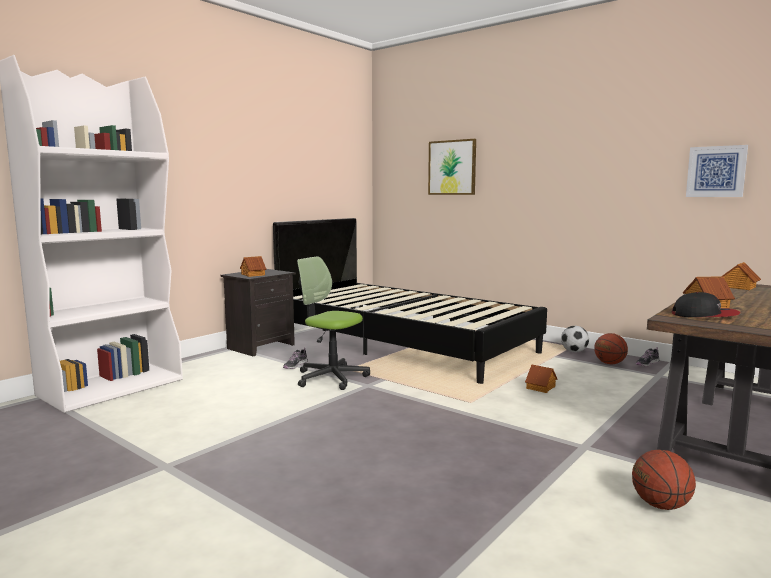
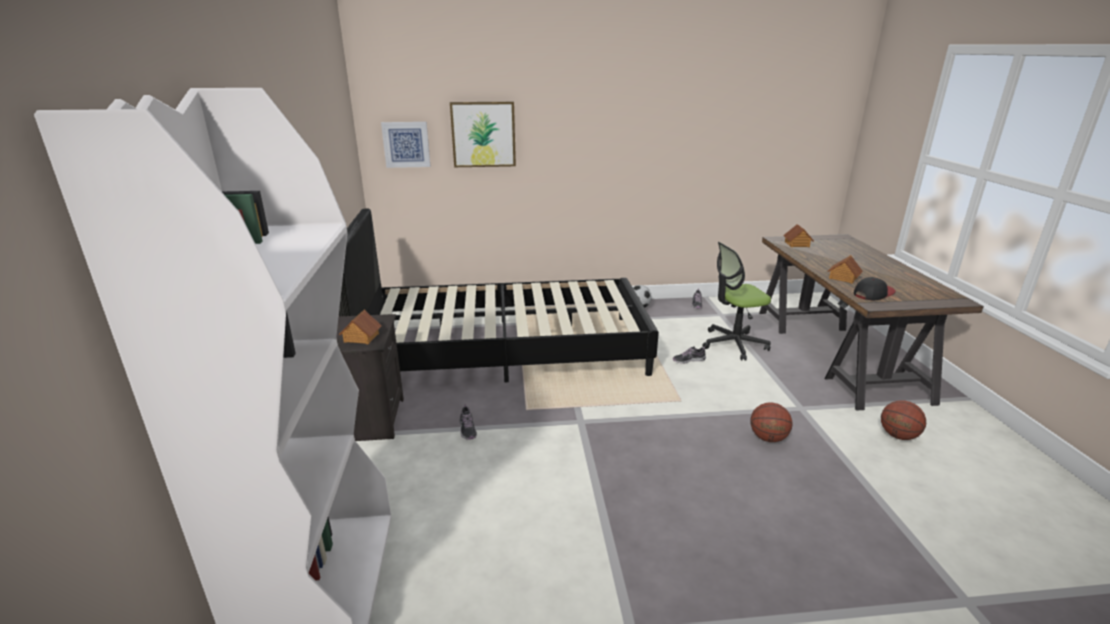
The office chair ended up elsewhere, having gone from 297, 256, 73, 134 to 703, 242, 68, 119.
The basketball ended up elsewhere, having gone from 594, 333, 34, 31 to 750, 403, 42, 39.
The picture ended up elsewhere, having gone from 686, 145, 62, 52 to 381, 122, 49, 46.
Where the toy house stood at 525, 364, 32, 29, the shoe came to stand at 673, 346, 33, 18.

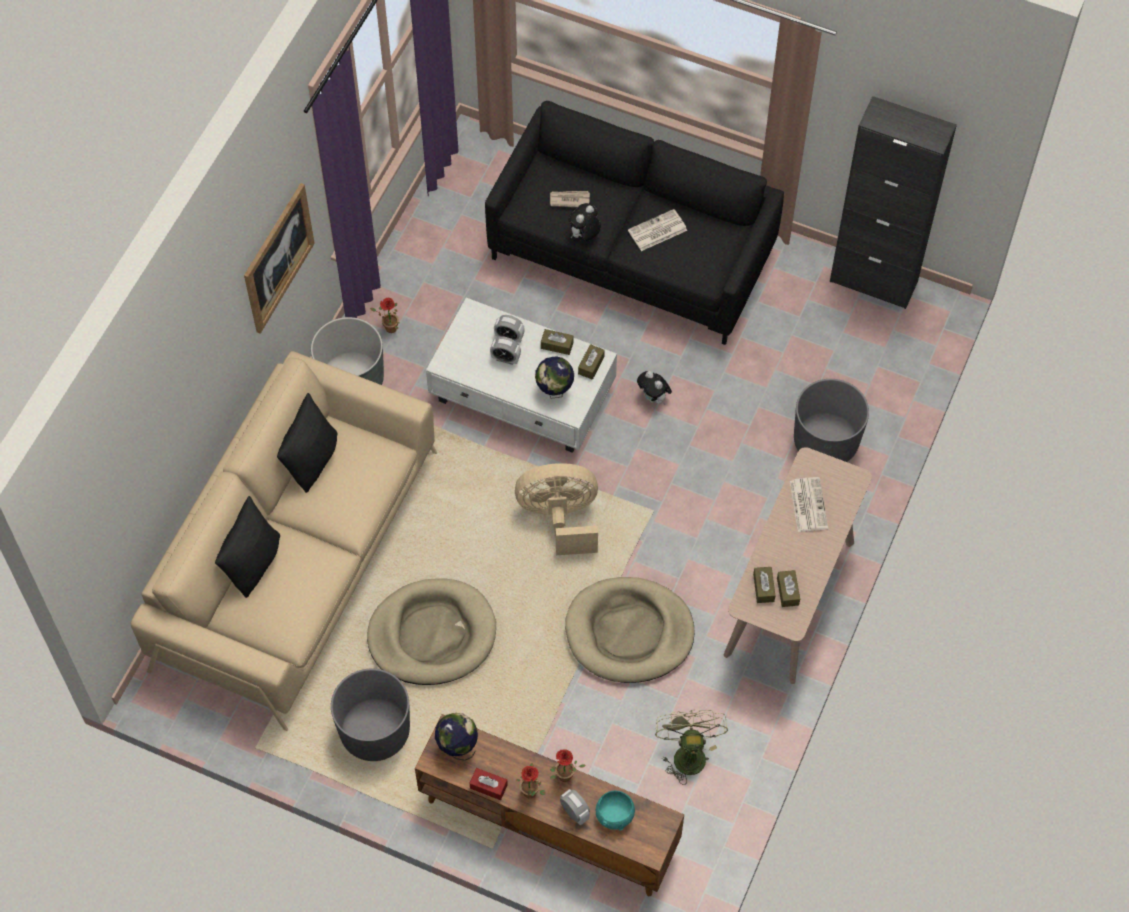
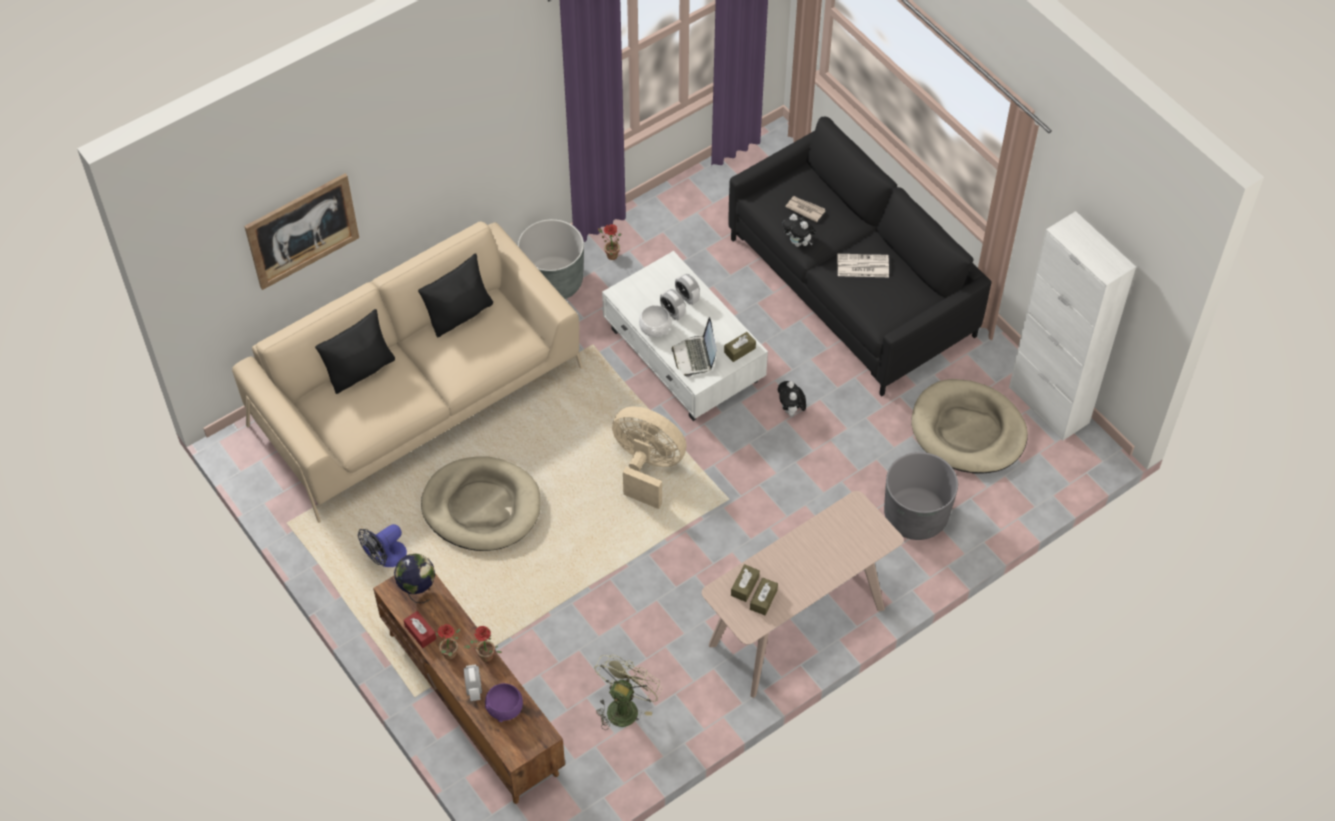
The second view lost the tissue box (brown) at 541, 329, 33, 26.
The second view lost the newspaper at 790, 477, 38, 55.
The second view gained the bowl (white) at 639, 305, 32, 32.
The picture ended up elsewhere, having gone from 244, 183, 71, 151 to 244, 173, 115, 117.
The dog bed (beige) ended up elsewhere, having gone from 565, 577, 130, 106 to 912, 379, 116, 95.
Where the planter (grey) stood at 331, 669, 79, 92, the fan came to stand at 358, 524, 49, 43.
Where the globe stood at 535, 356, 39, 43, the laptop came to stand at 672, 317, 44, 60.
What was the bowl (turquoise) at 596, 791, 39, 40 turned into the bowl (purple) at 485, 683, 38, 39.
What was the cabinet (black) at 830, 96, 127, 213 turned into the cabinet (white) at 1009, 211, 127, 230.
The plush toy at 568, 203, 33, 38 ended up facing another way, 120 degrees counterclockwise from before.

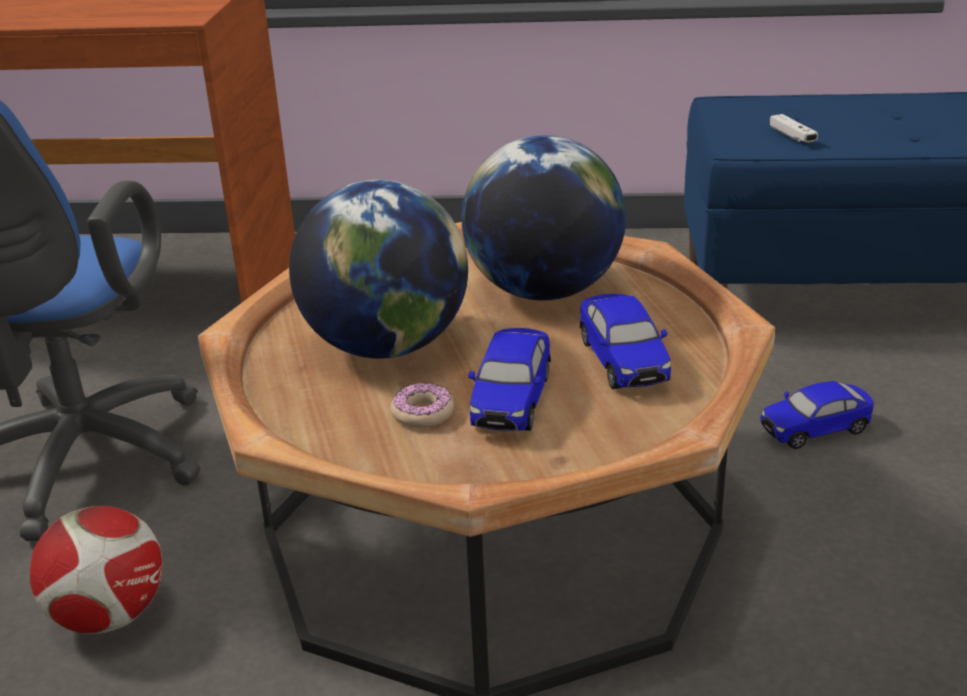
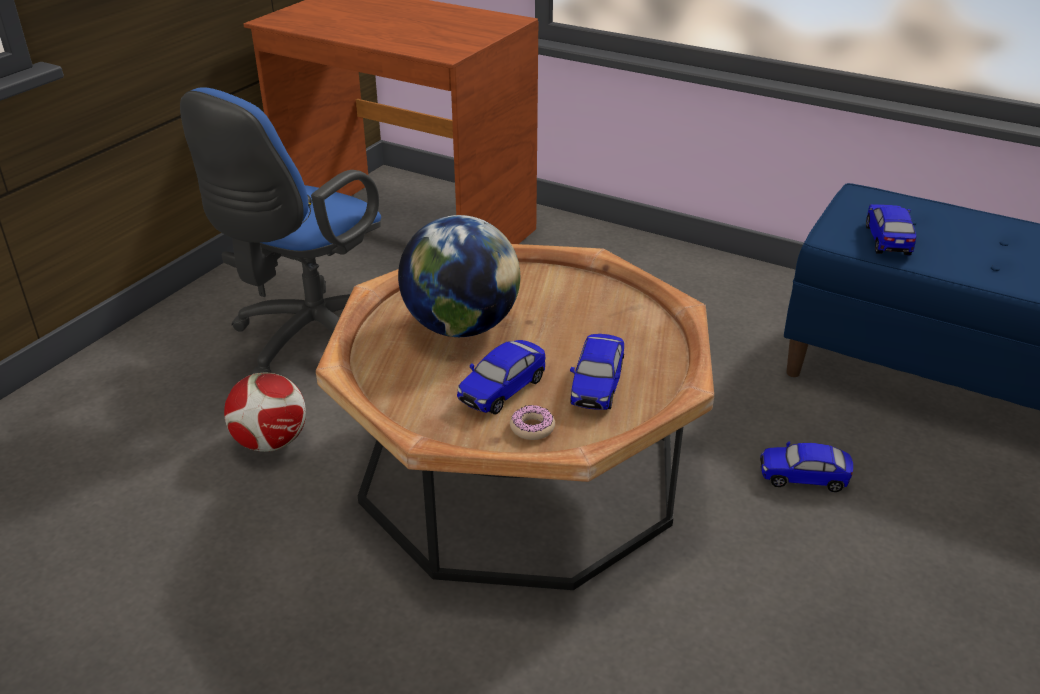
The second view lost the globe at 461, 135, 165, 166.
The donut ended up elsewhere, having gone from 391, 383, 63, 45 to 510, 405, 45, 35.
Where the game controller (white) stood at 770, 114, 48, 29, the toy car came to stand at 866, 204, 50, 51.

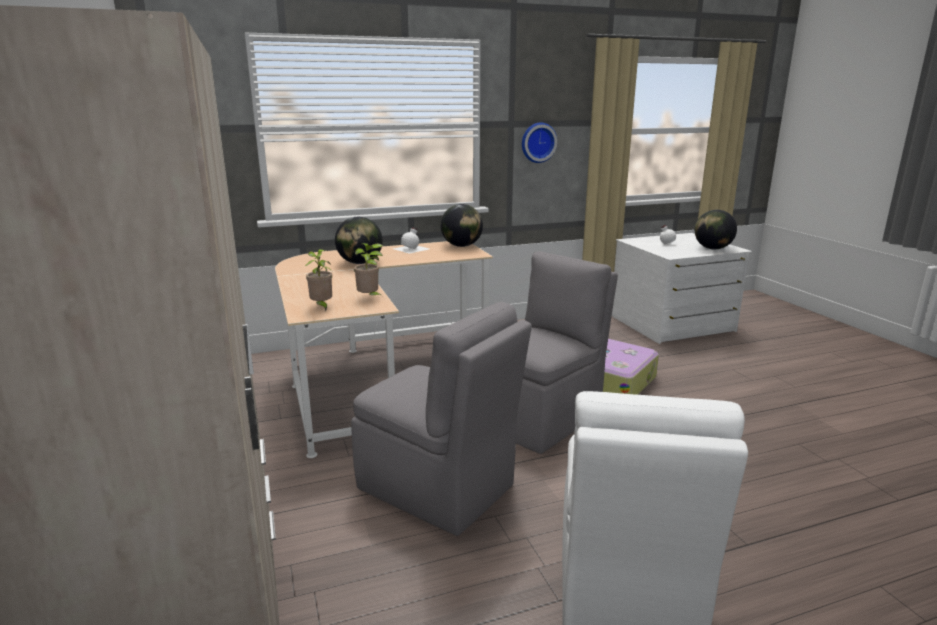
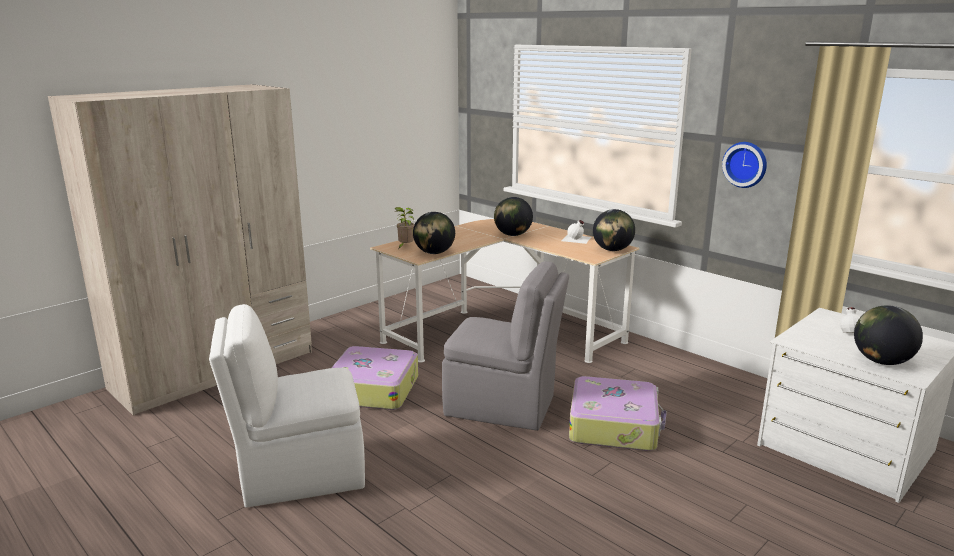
Where the chair (grey) stood at 351, 302, 181, 234, the suitcase came to stand at 332, 346, 86, 64.
Where the potted plant stood at 354, 243, 30, 55, the globe came to stand at 413, 212, 42, 42.

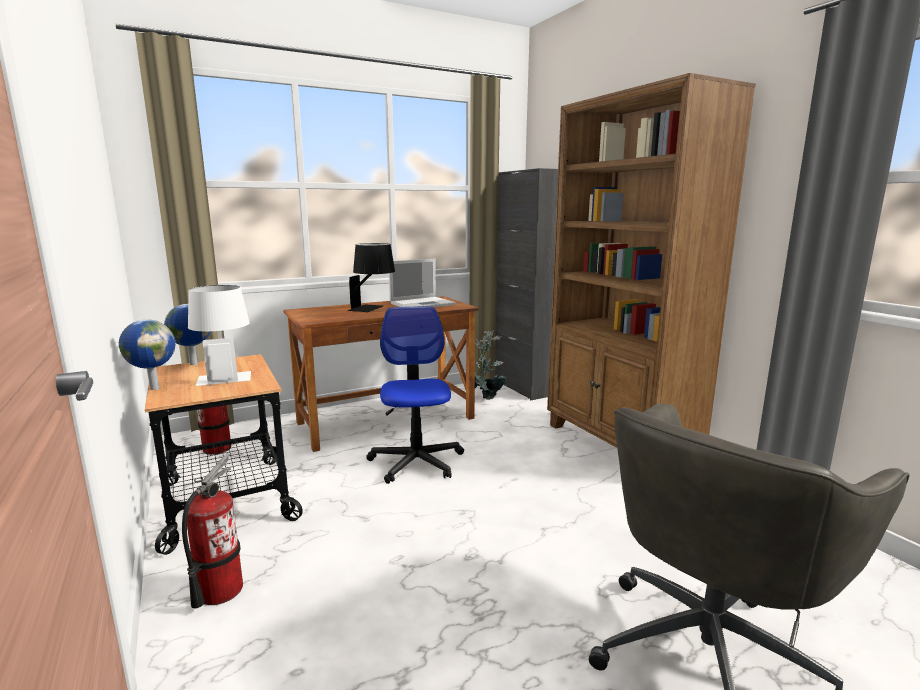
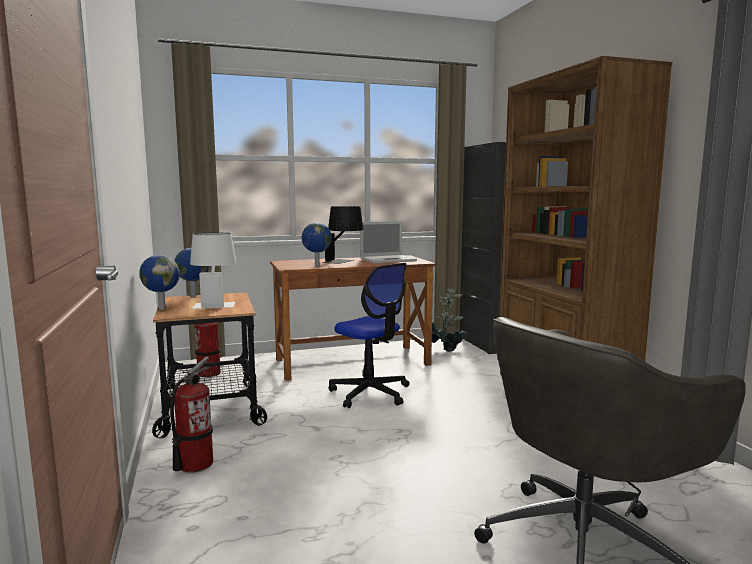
The second view gained the globe at 302, 222, 30, 45.
The office chair at 366, 306, 98, 178 ended up facing another way, 135 degrees clockwise from before.

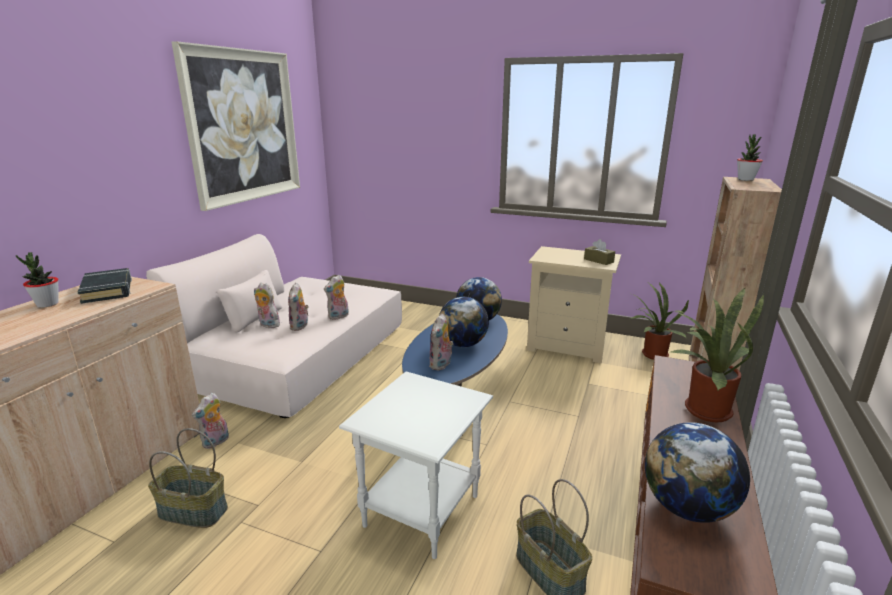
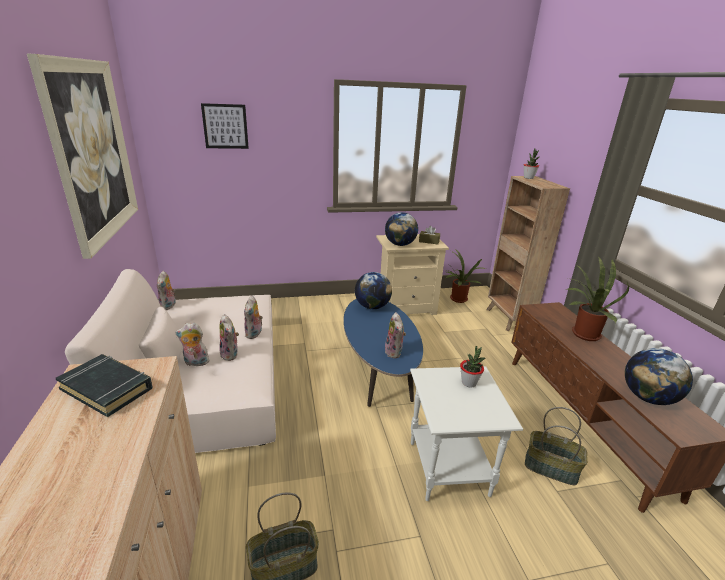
The second view gained the picture at 201, 103, 48, 46.
The potted plant ended up elsewhere, having gone from 16, 252, 43, 56 to 460, 346, 25, 41.
The plush toy ended up elsewhere, having gone from 192, 393, 37, 56 to 157, 271, 19, 39.
The globe ended up elsewhere, having gone from 439, 297, 50, 50 to 385, 212, 33, 34.

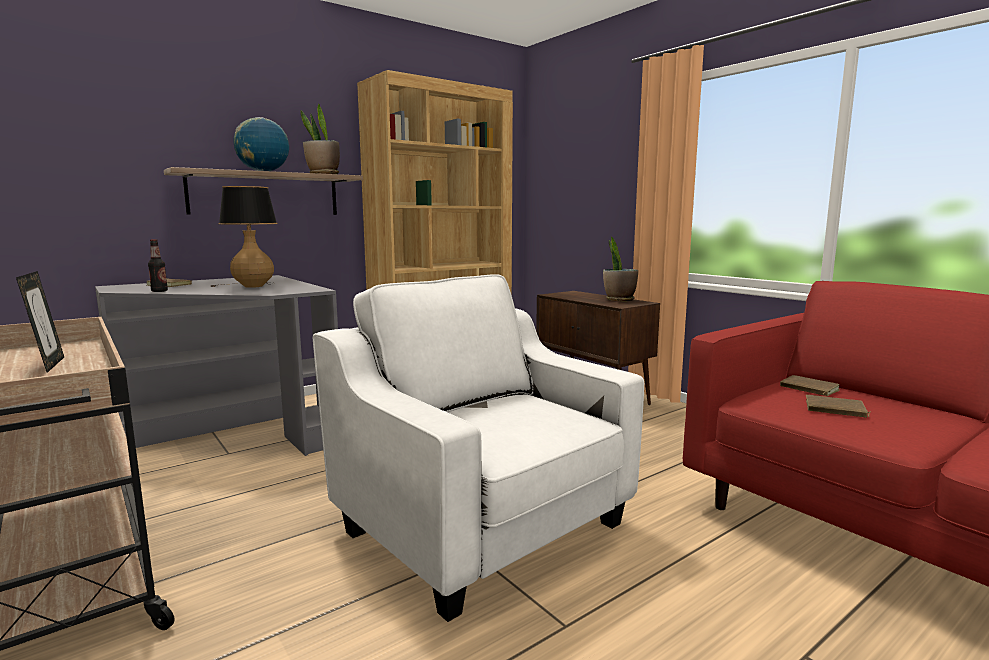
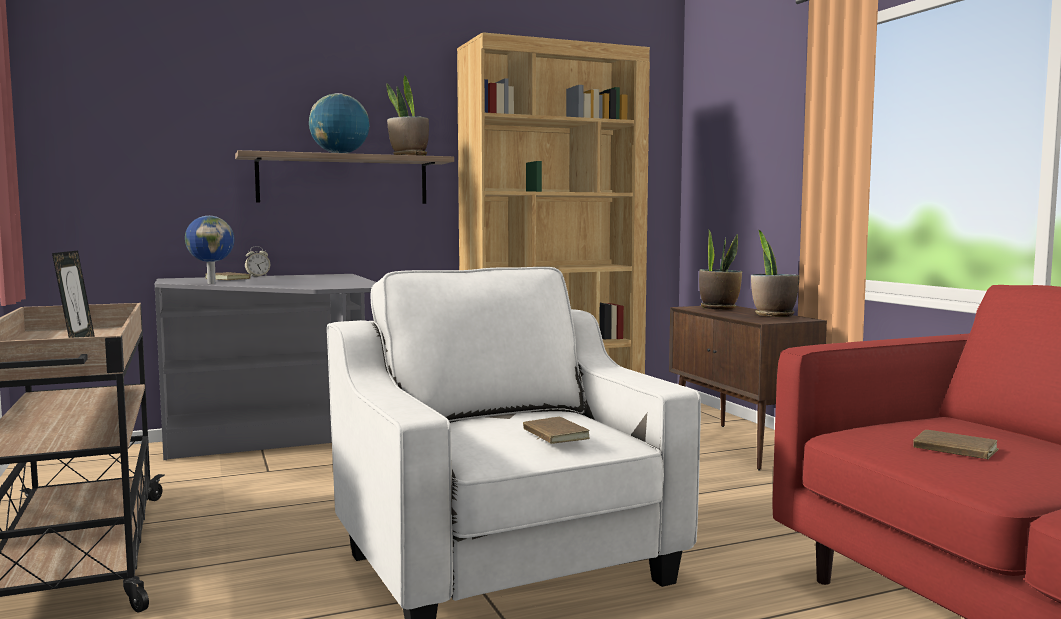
The second view lost the table lamp at 210, 186, 68, 102.
The second view gained the alarm clock at 245, 246, 25, 31.
The second view gained the potted plant at 699, 229, 43, 81.
The book (brown) ended up elsewhere, having gone from 780, 375, 60, 21 to 523, 417, 67, 27.
Where the bottle stood at 148, 239, 20, 53, the globe came to stand at 185, 216, 49, 68.

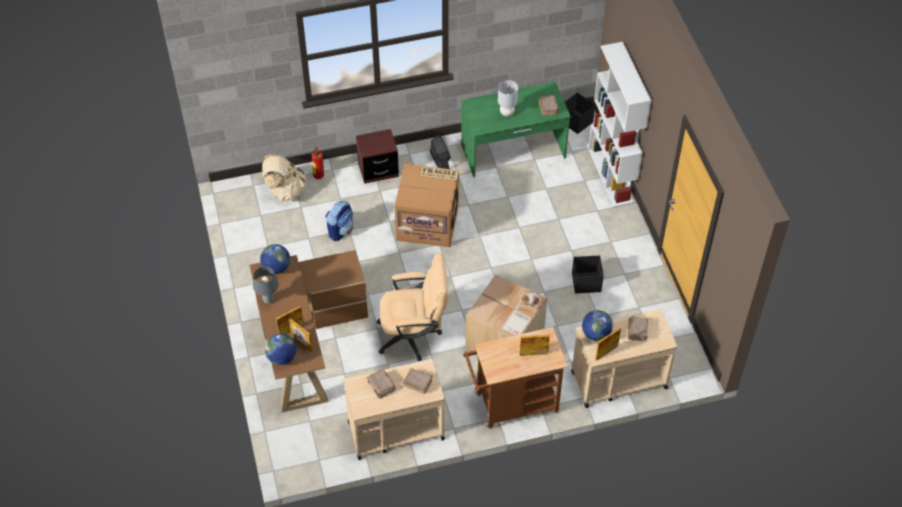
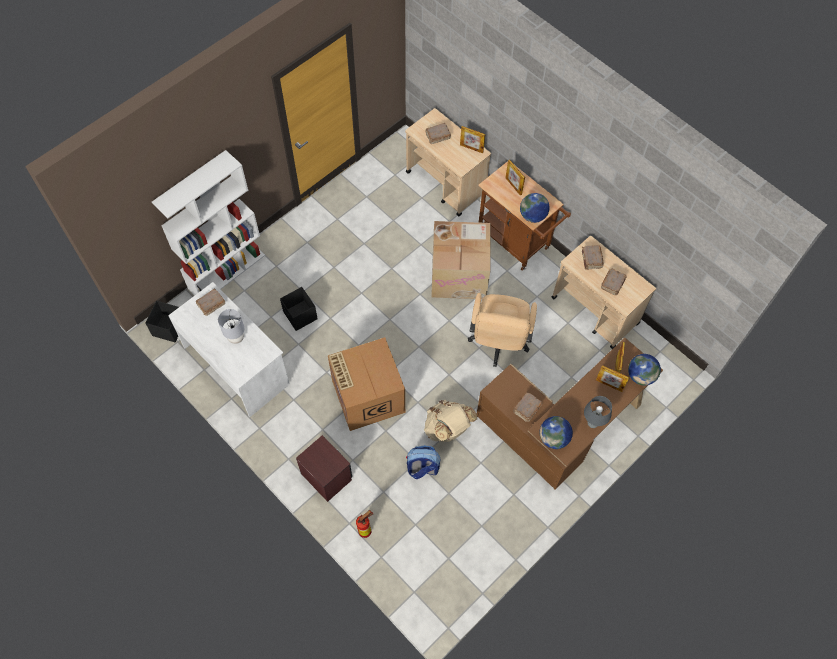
The second view lost the fan (black) at 430, 135, 21, 34.
The second view gained the book (brown) at 513, 392, 29, 30.
The backpack (beige) ended up elsewhere, having gone from 262, 153, 44, 49 to 424, 400, 53, 42.
The storage box (black) ended up elsewhere, having gone from 572, 255, 32, 39 to 280, 287, 38, 44.
The globe ended up elsewhere, having gone from 582, 310, 31, 31 to 520, 193, 30, 30.
What was the desk (green) at 461, 82, 110, 95 turned into the desk (white) at 168, 282, 122, 135.
The office chair (beige) at 377, 253, 71, 108 ended up facing another way, 135 degrees counterclockwise from before.

